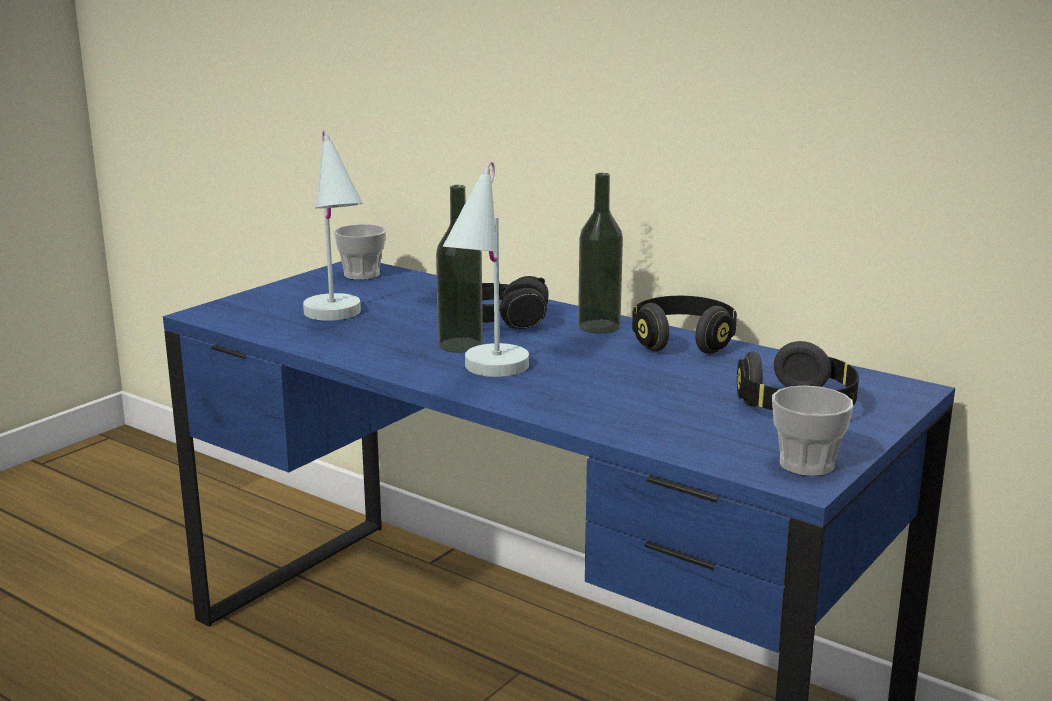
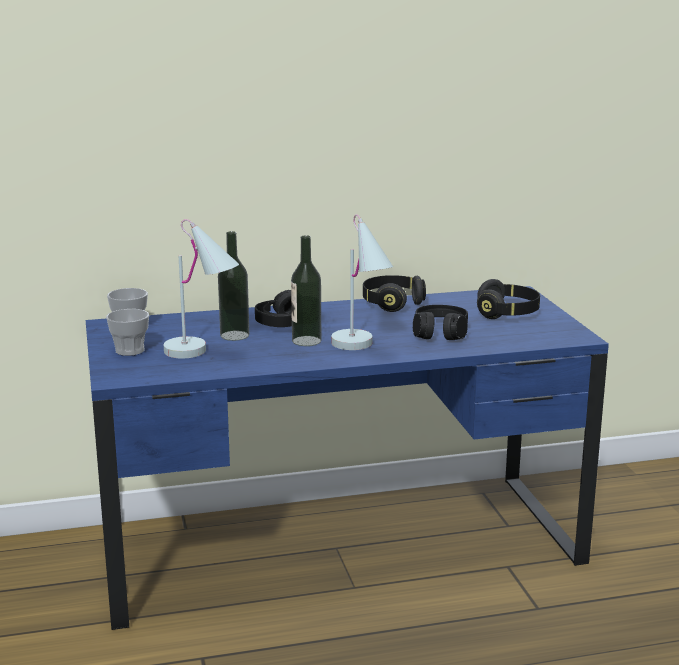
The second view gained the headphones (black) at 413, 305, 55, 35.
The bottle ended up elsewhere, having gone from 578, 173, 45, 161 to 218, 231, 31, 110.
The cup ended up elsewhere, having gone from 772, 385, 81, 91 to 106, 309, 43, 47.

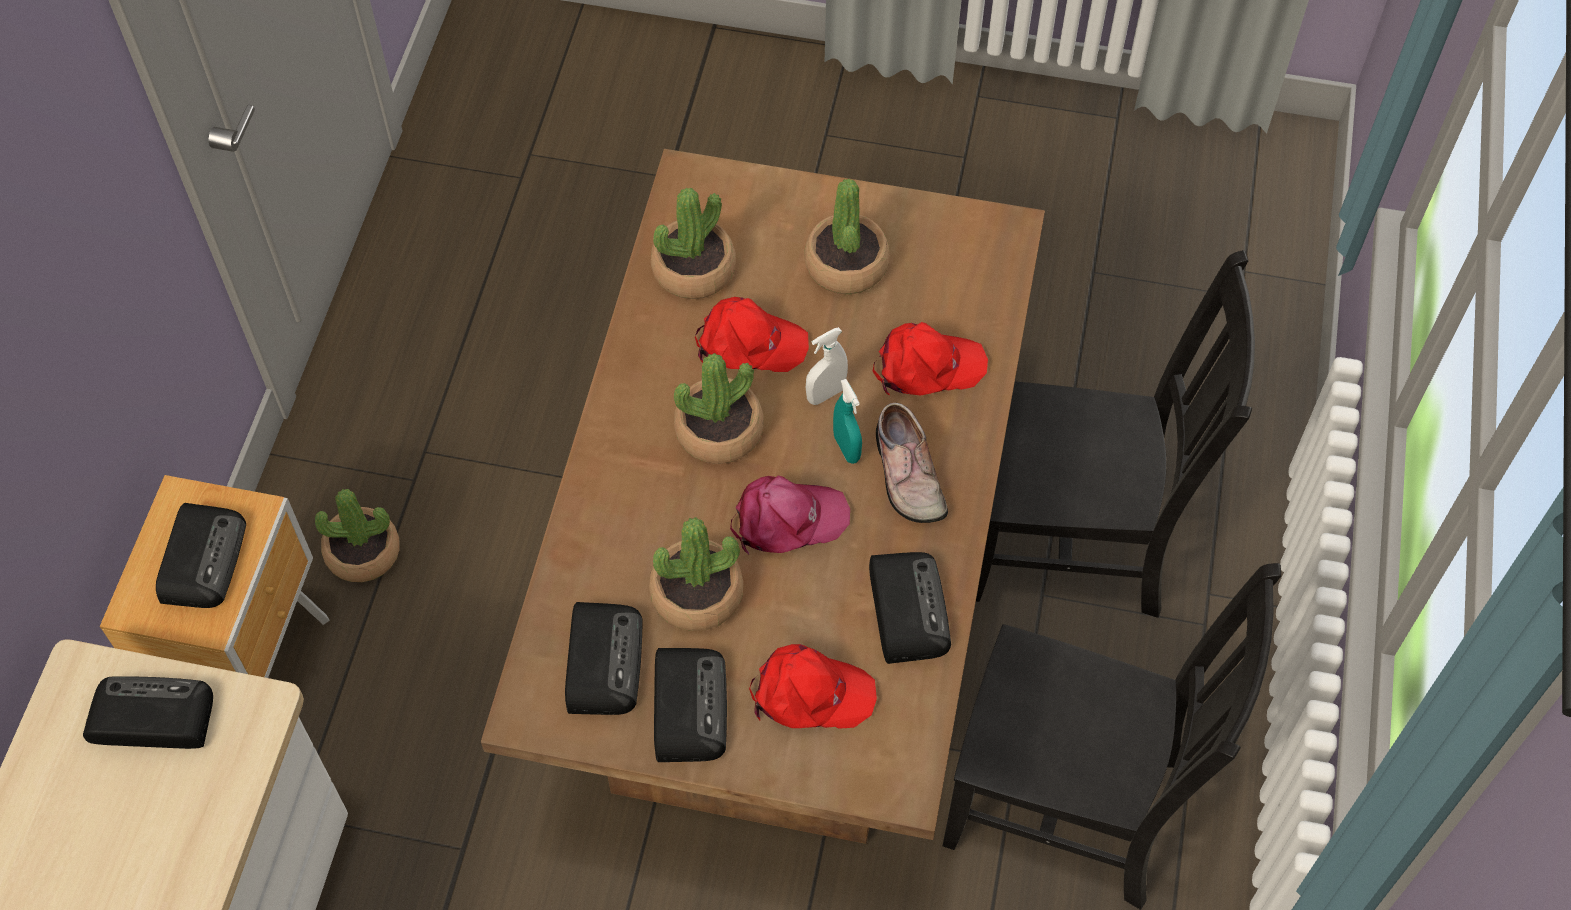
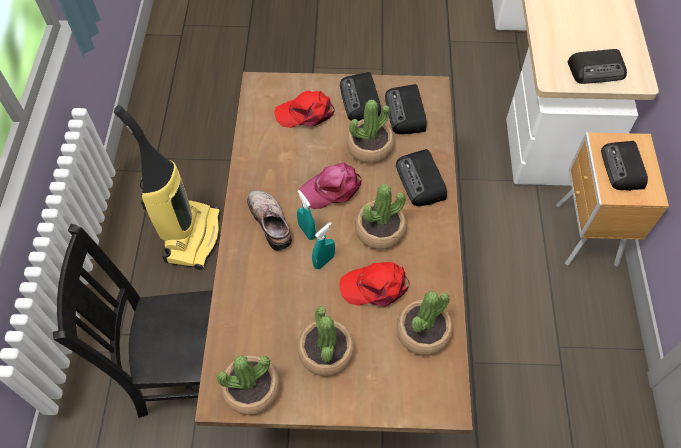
The second view lost the cap (red) at 873, 322, 115, 74.
The potted plant ended up elsewhere, having gone from 315, 489, 85, 93 to 217, 355, 63, 60.
The radio ended up elsewhere, having gone from 869, 552, 82, 112 to 396, 149, 51, 57.
Where the chair (black) stood at 942, 563, 339, 347, the vacuum cleaner came to stand at 114, 105, 107, 165.
What was the spray bottle (white) at 806, 327, 42, 78 turned into the spray bottle (turquoise) at 312, 222, 23, 47.

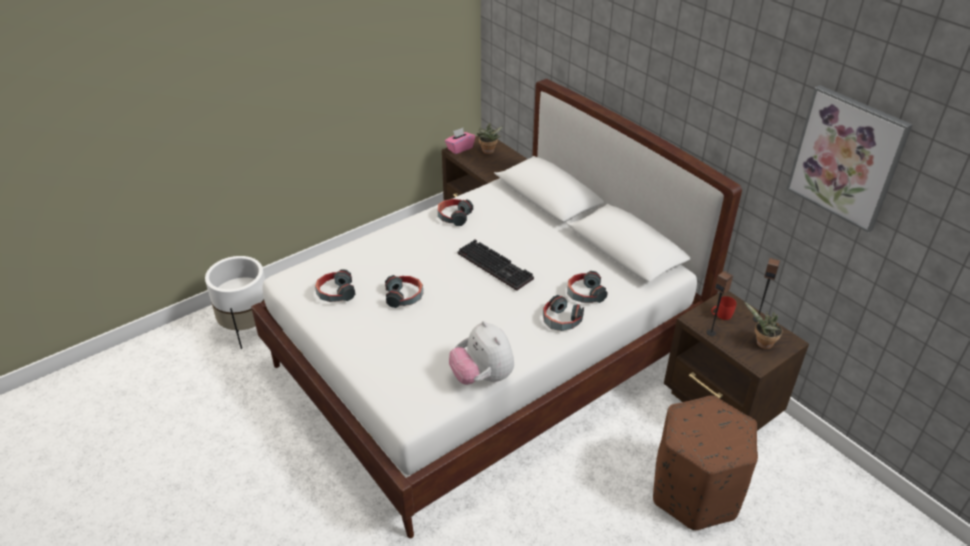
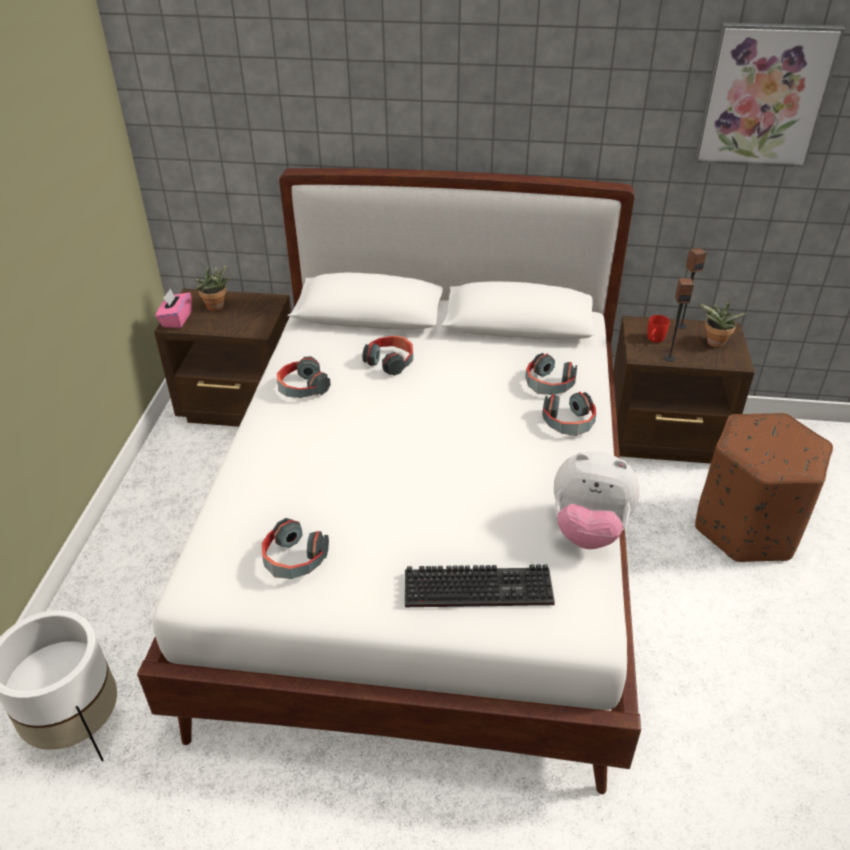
The headphones ended up elsewhere, having gone from 385, 275, 38, 33 to 362, 336, 51, 40.
The keyboard ended up elsewhere, having gone from 458, 239, 76, 52 to 405, 564, 150, 43.

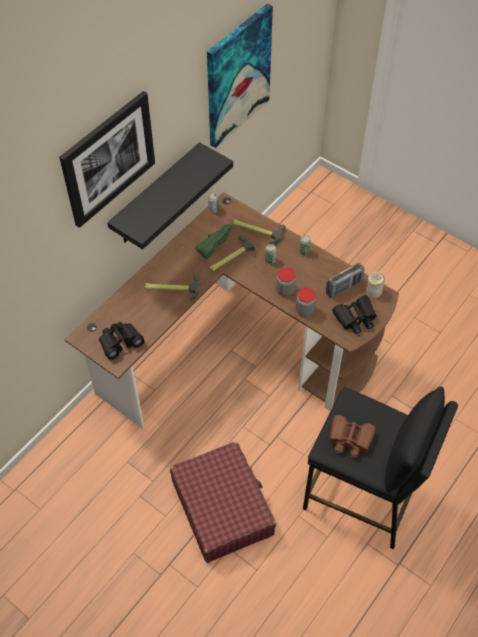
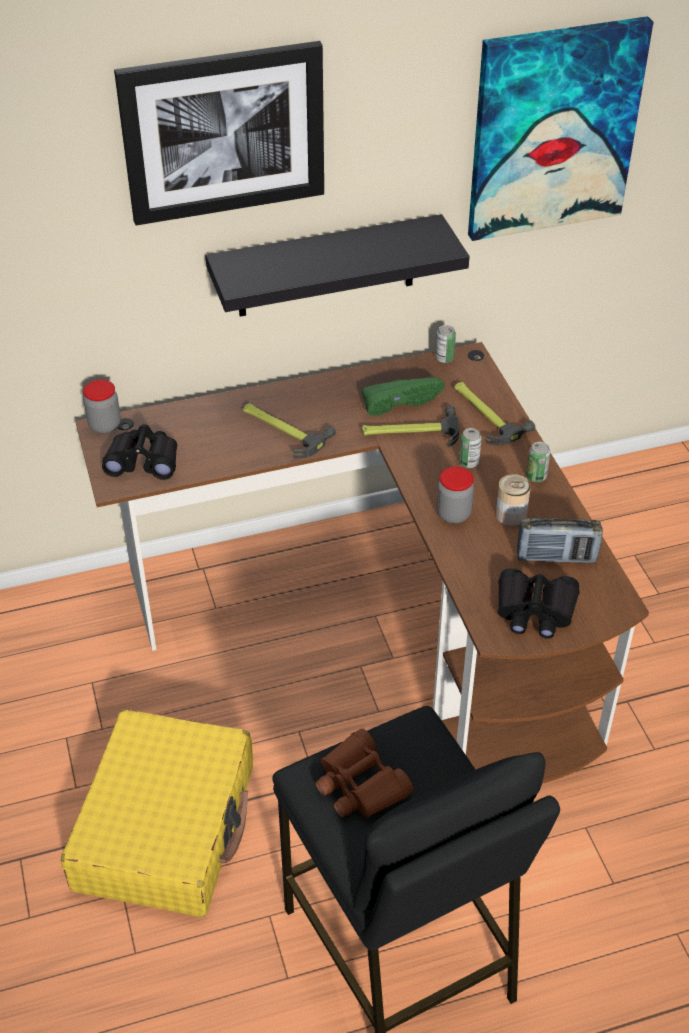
The jar ended up elsewhere, having gone from 296, 287, 20, 29 to 83, 380, 38, 54.
The can ended up elsewhere, having gone from 366, 272, 19, 26 to 496, 474, 35, 52.
What was the suitcase (red) at 170, 442, 106, 121 turned into the suitcase (yellow) at 61, 709, 192, 208.

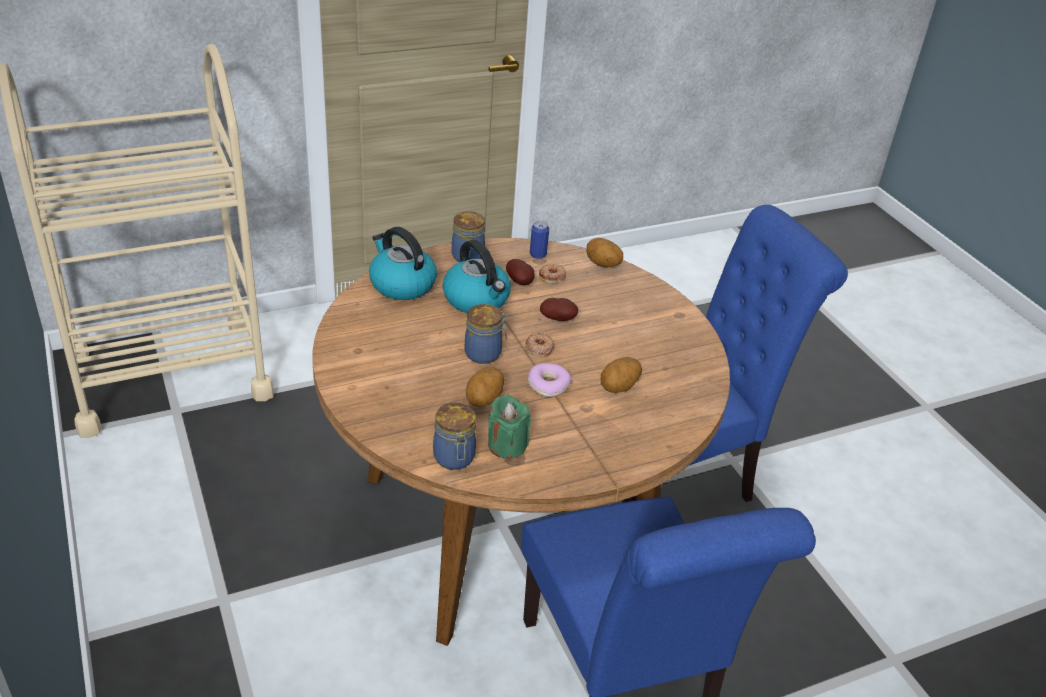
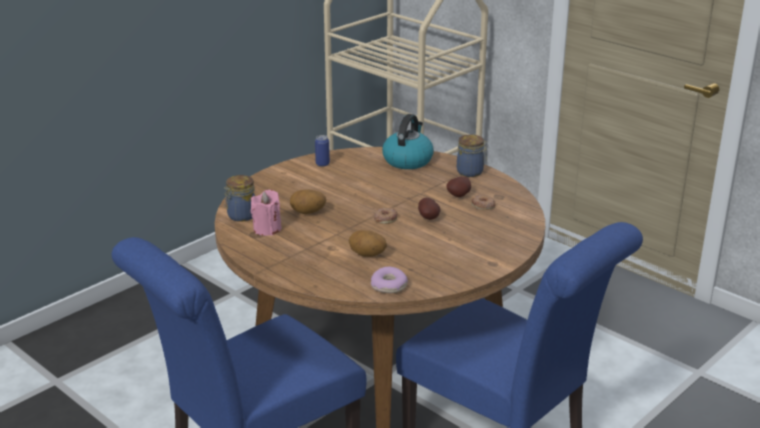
The second view lost the kettle at 442, 240, 69, 73.
The second view lost the jar at 465, 304, 42, 60.
The second view lost the potato at 586, 238, 37, 30.
The donut ended up elsewhere, having gone from 528, 363, 43, 34 to 371, 267, 37, 26.
The can ended up elsewhere, having gone from 530, 220, 19, 39 to 315, 135, 15, 32.
What was the candle (green) at 488, 394, 43, 65 turned into the candle (pink) at 251, 190, 30, 46.

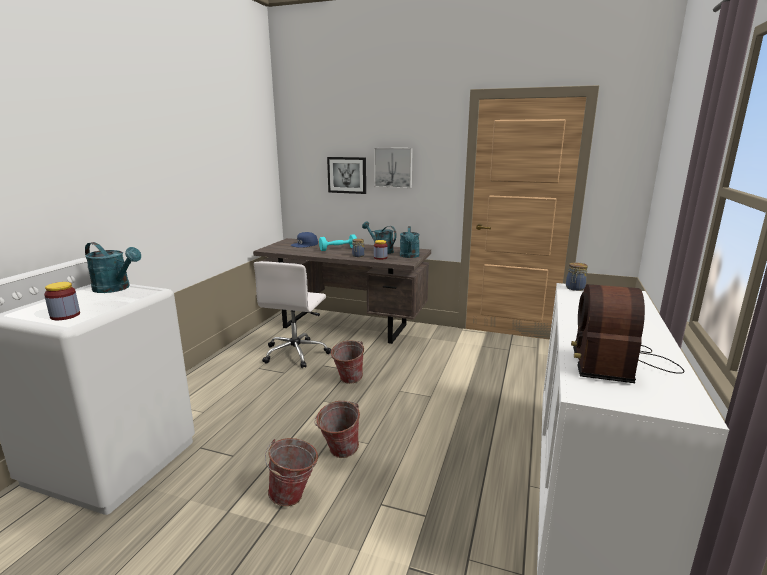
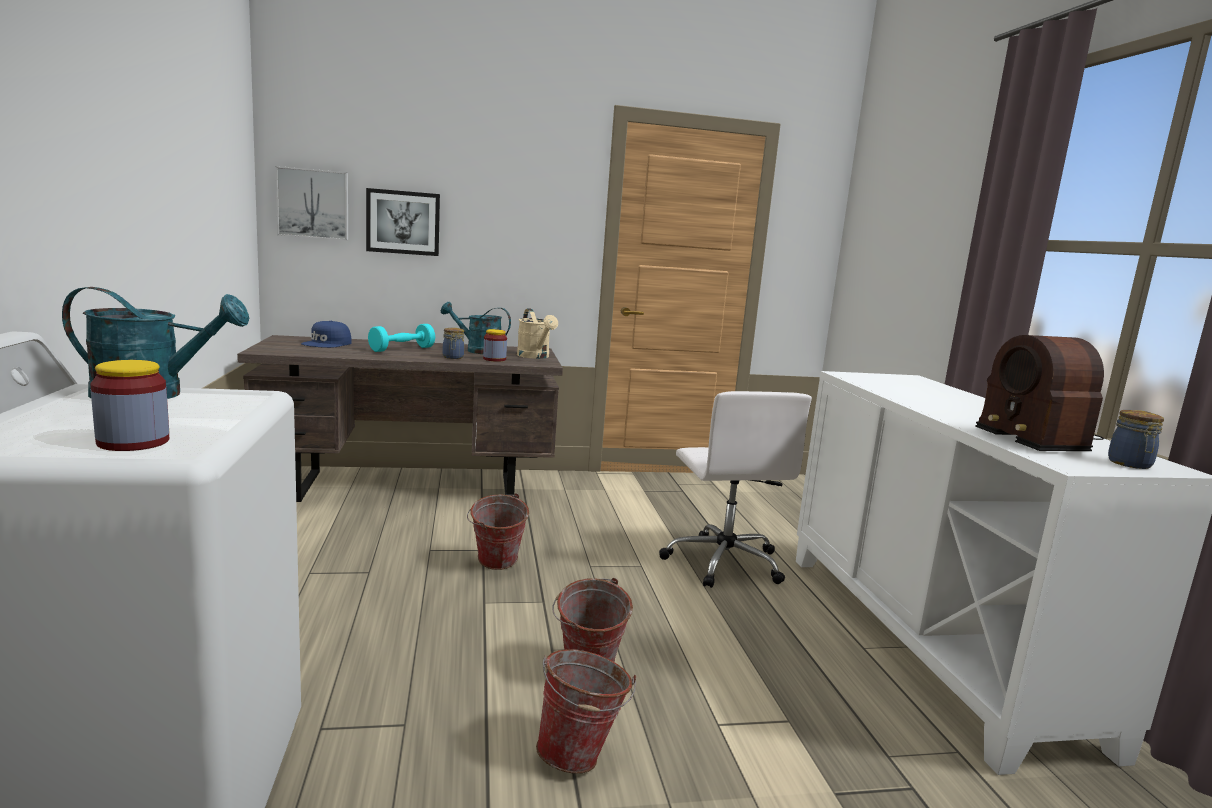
The office chair (white) ended up elsewhere, having gone from 254, 261, 77, 107 to 659, 391, 153, 197.
The picture ended up elsewhere, having gone from 374, 148, 39, 40 to 275, 166, 73, 74.
The jar ended up elsewhere, having gone from 566, 262, 22, 29 to 1108, 410, 56, 59.
What was the watering can (turquoise) at 400, 226, 19, 32 turned into the watering can (beige) at 517, 309, 41, 50.

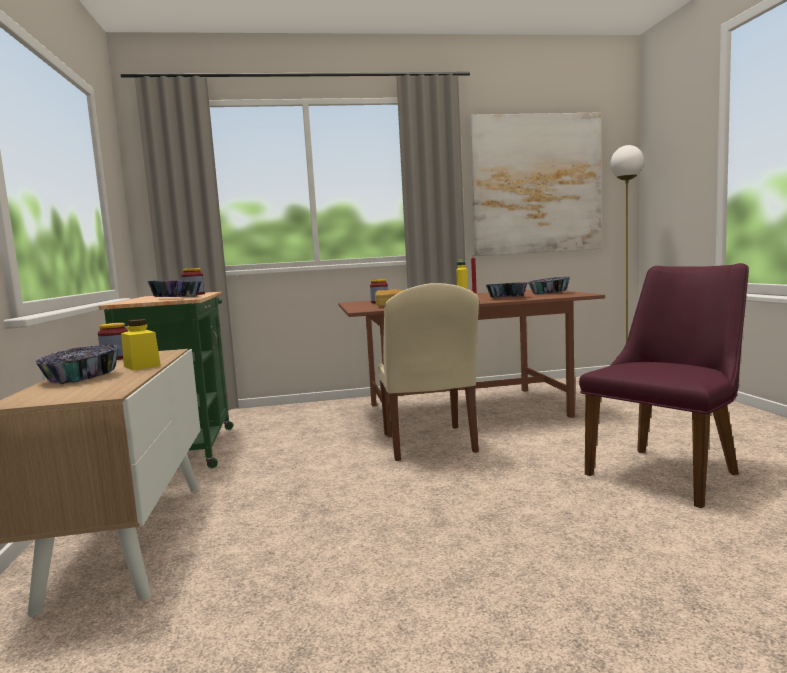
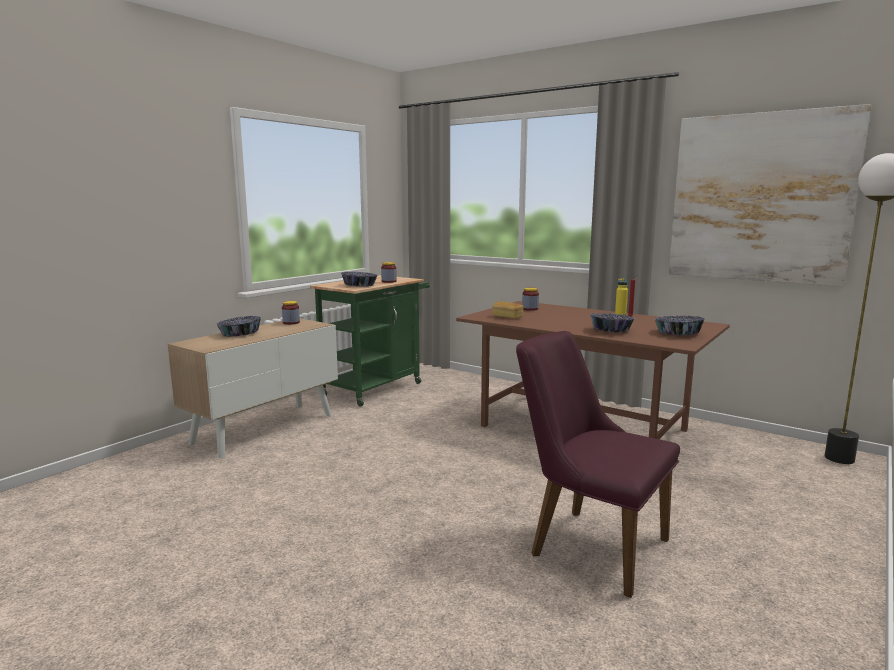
The second view lost the jar (yellow) at 121, 319, 40, 52.
The second view lost the chair (beige) at 378, 283, 101, 178.
The chair (purple) at 579, 263, 170, 245 ended up facing another way, 150 degrees counterclockwise from before.

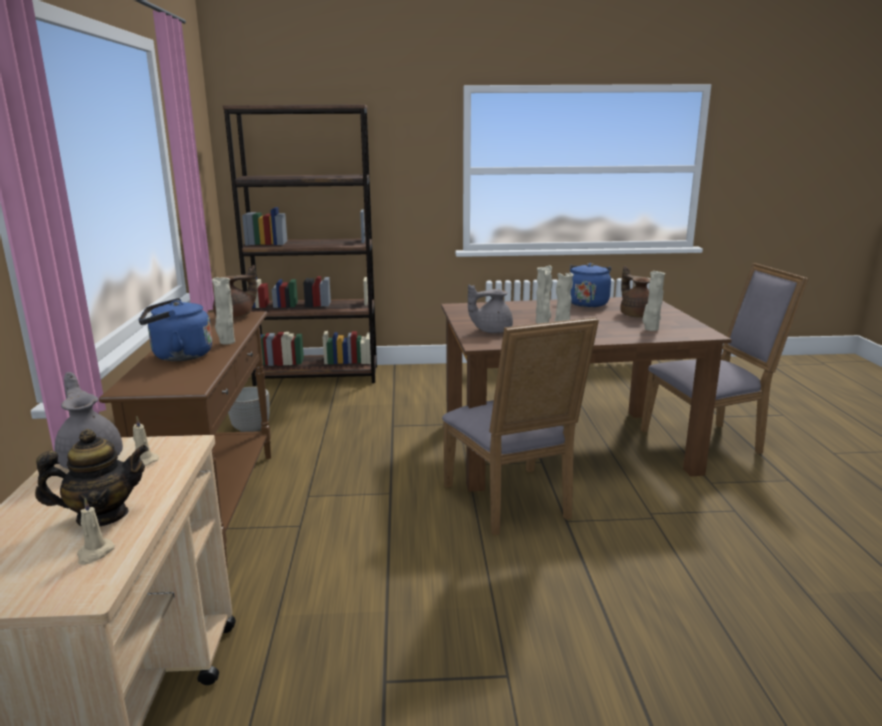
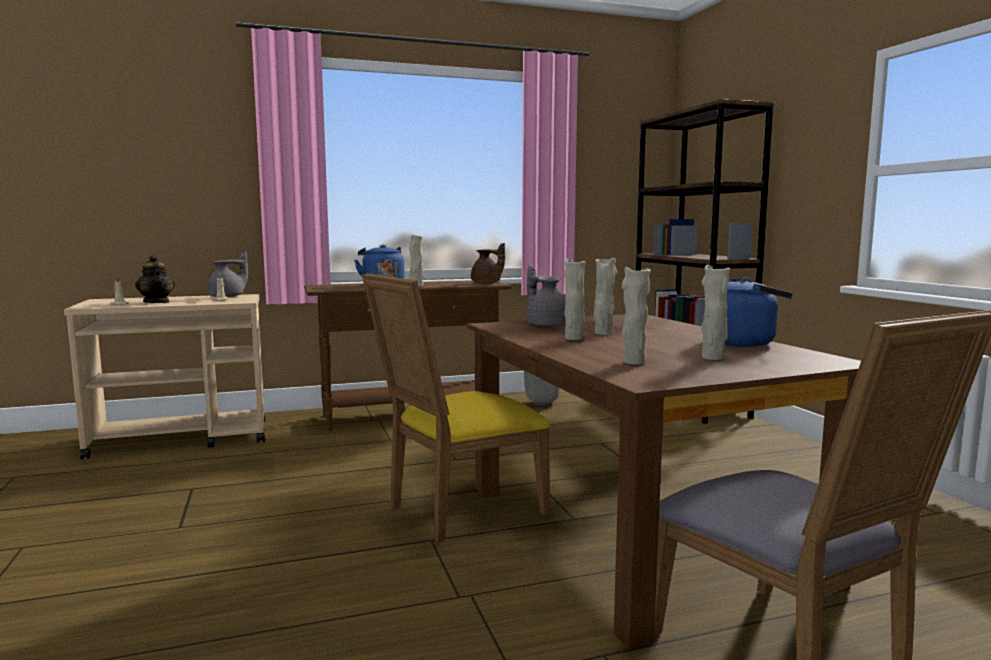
Where the teapot (brown) stood at 620, 266, 31, 52, the vase (beige) came to stand at 701, 265, 29, 95.
What was the chair (grey) at 442, 317, 157, 219 turned into the chair (yellow) at 362, 273, 189, 270.

